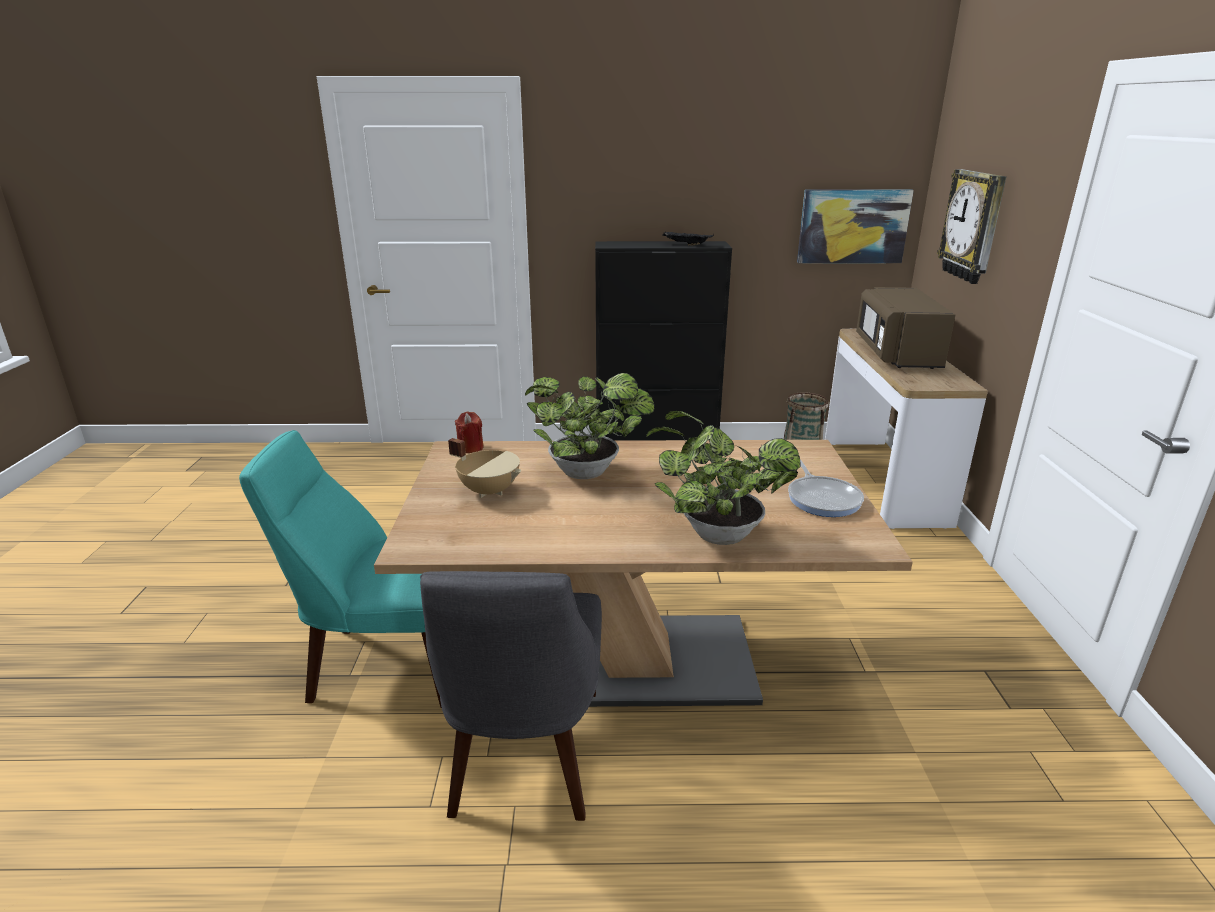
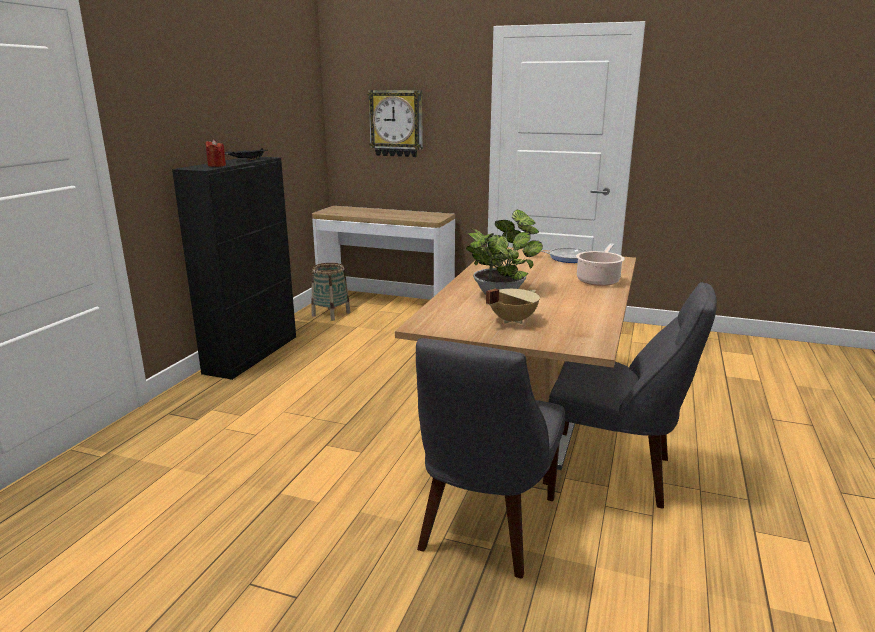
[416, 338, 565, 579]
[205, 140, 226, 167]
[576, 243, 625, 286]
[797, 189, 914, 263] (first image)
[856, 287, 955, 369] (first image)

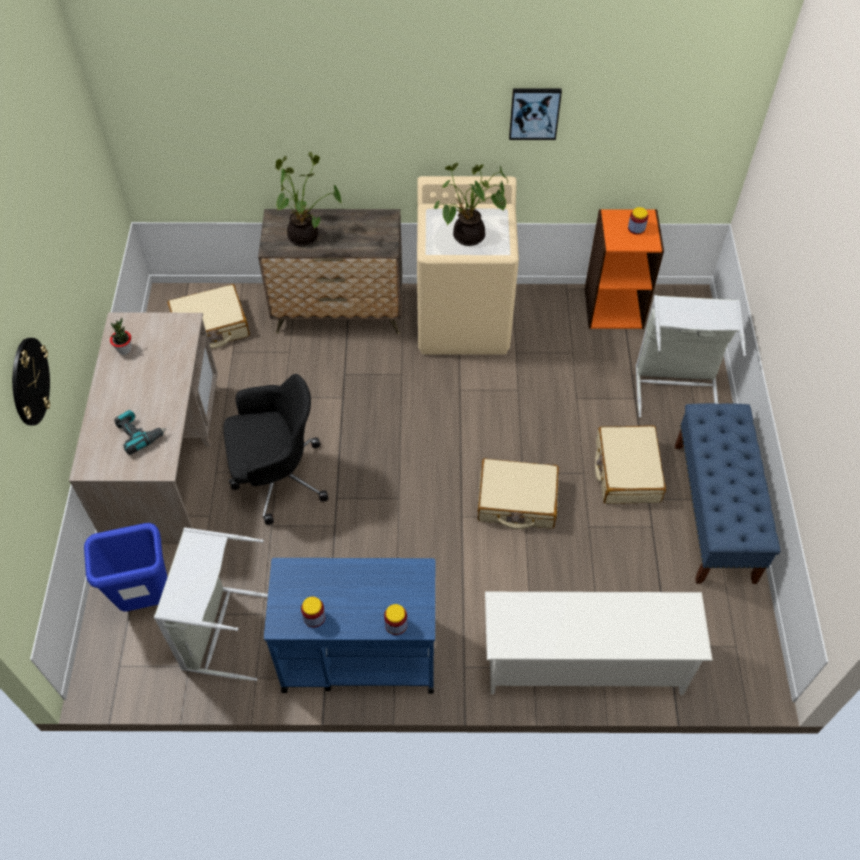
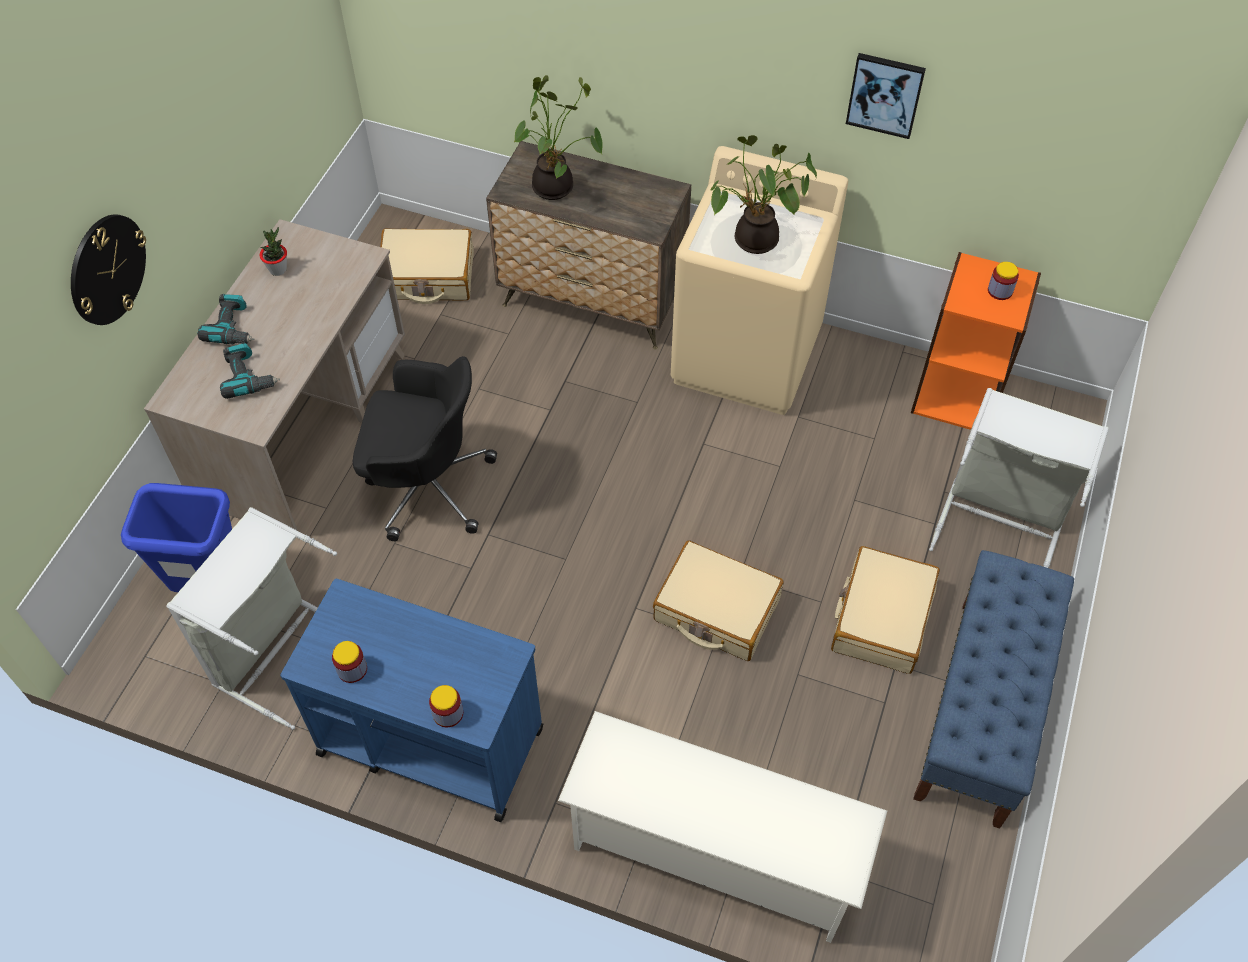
[197, 294, 254, 344]

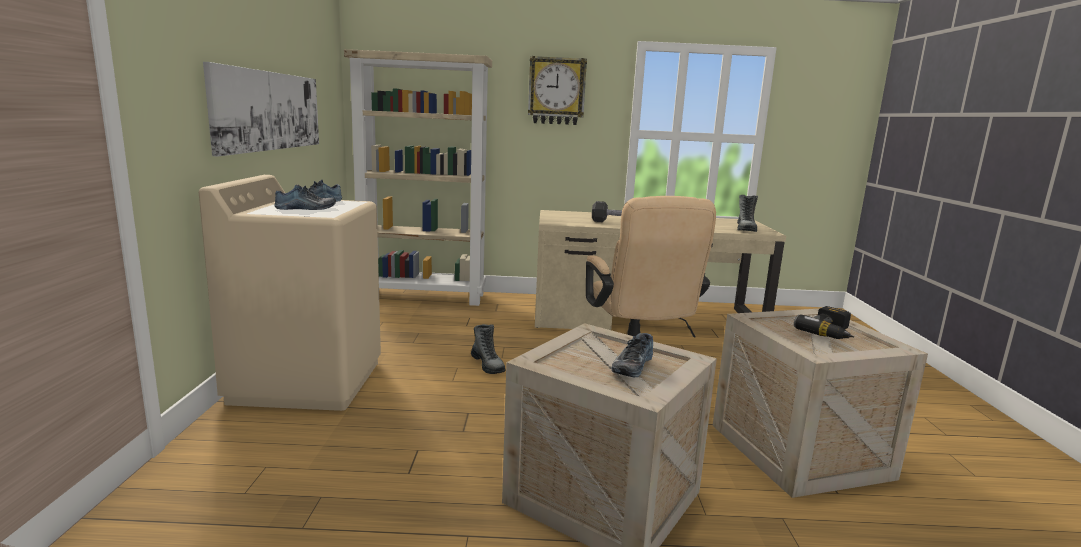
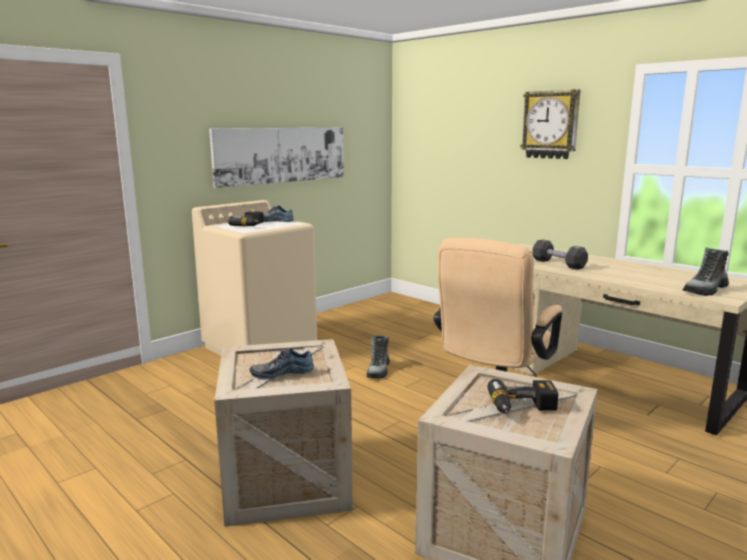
[228, 211, 264, 227]
[344, 49, 492, 306] (first image)

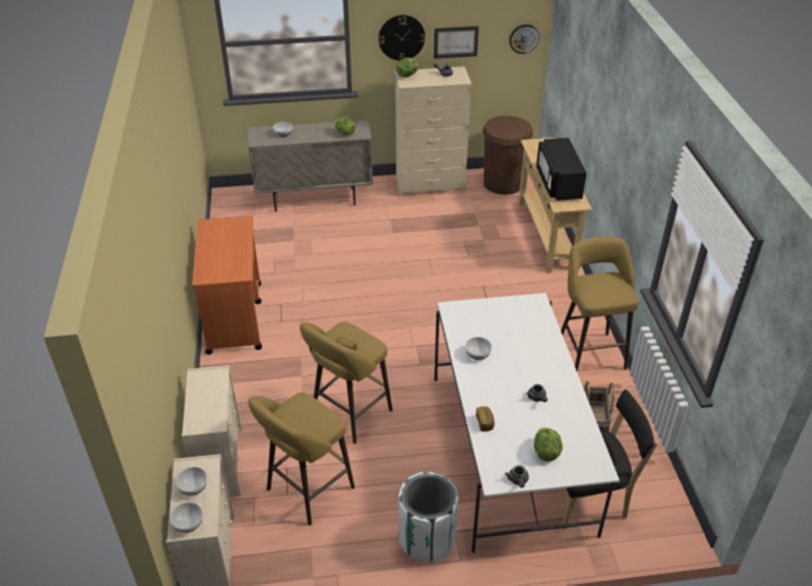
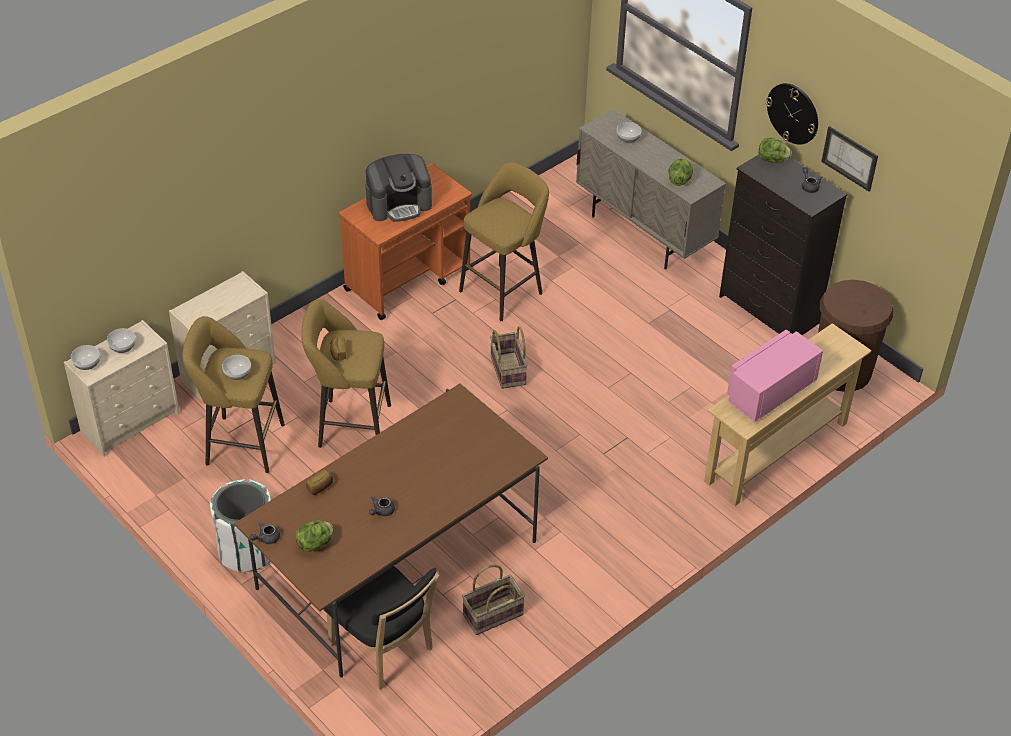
[719, 154, 848, 335]
[234, 384, 548, 678]
[222, 355, 251, 380]
[509, 24, 539, 54] (first image)
[727, 330, 823, 423]
[459, 162, 549, 321]
[365, 154, 432, 222]
[490, 326, 528, 389]

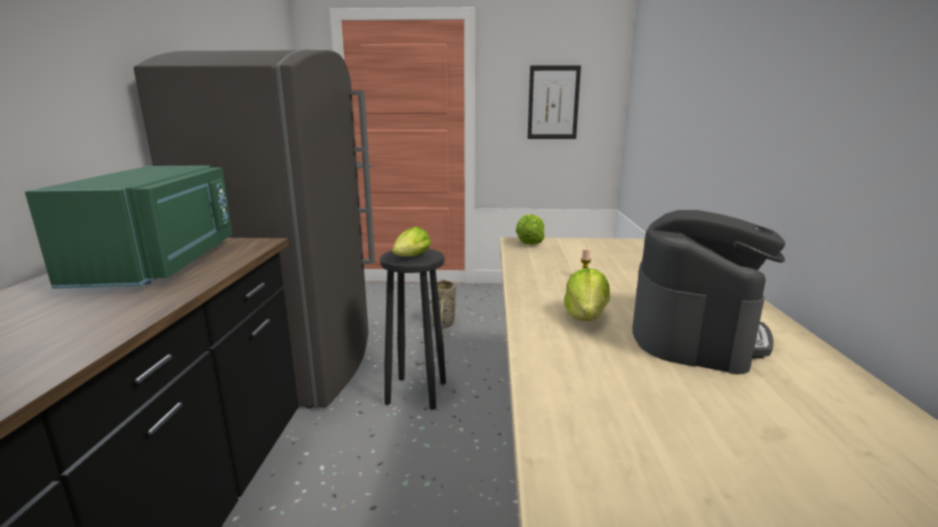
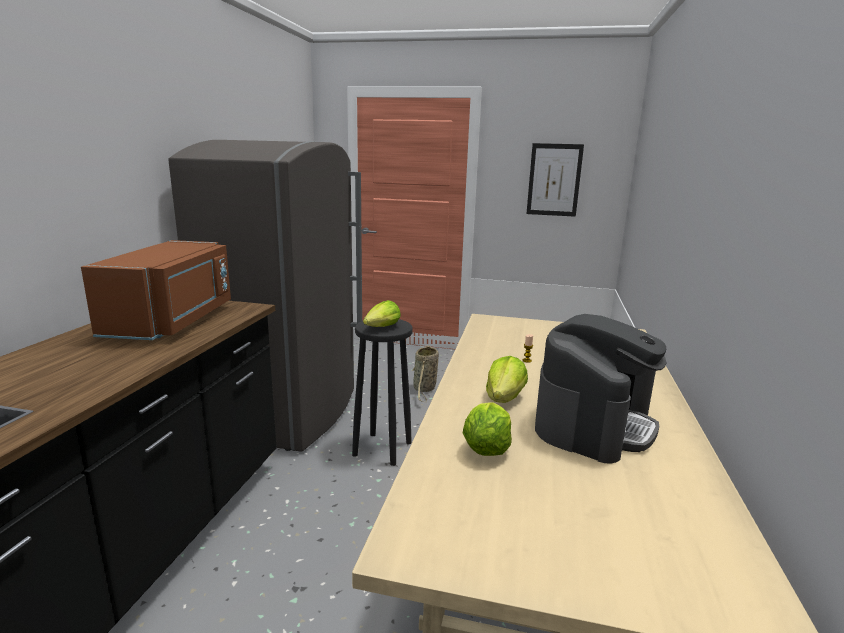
[81, 240, 231, 340]
[463, 402, 512, 456]

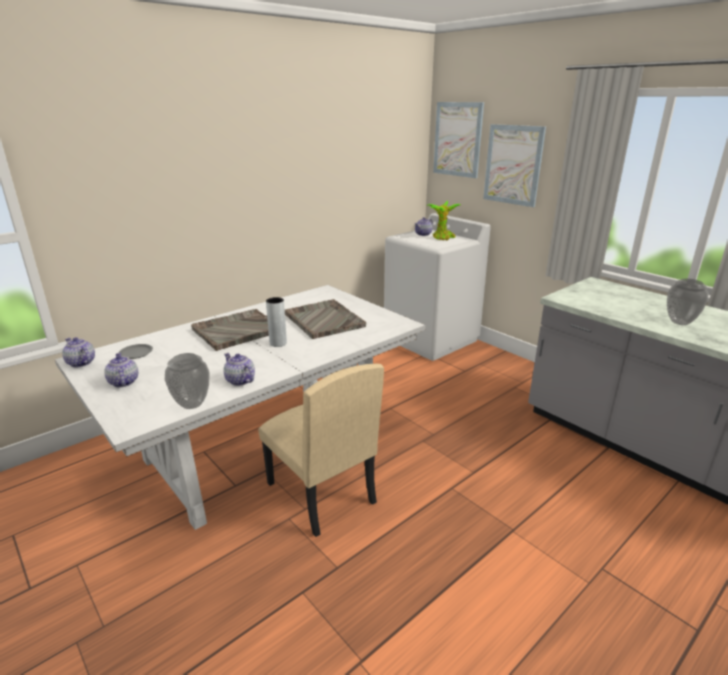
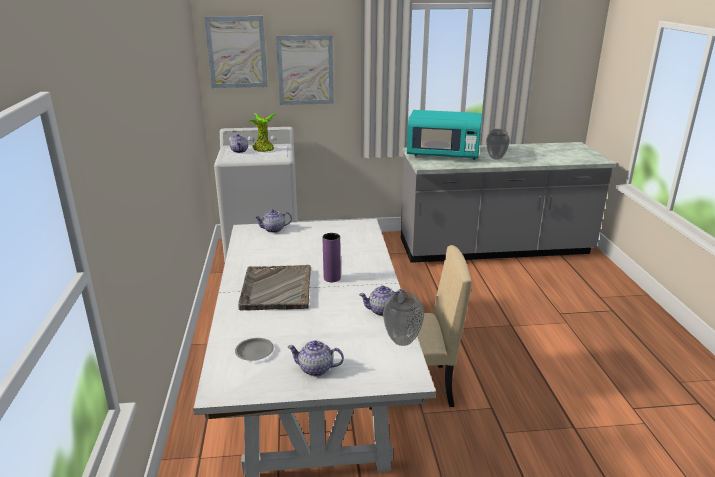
[254, 209, 292, 233]
[322, 233, 341, 282]
[285, 299, 366, 339] (first image)
[407, 110, 482, 160]

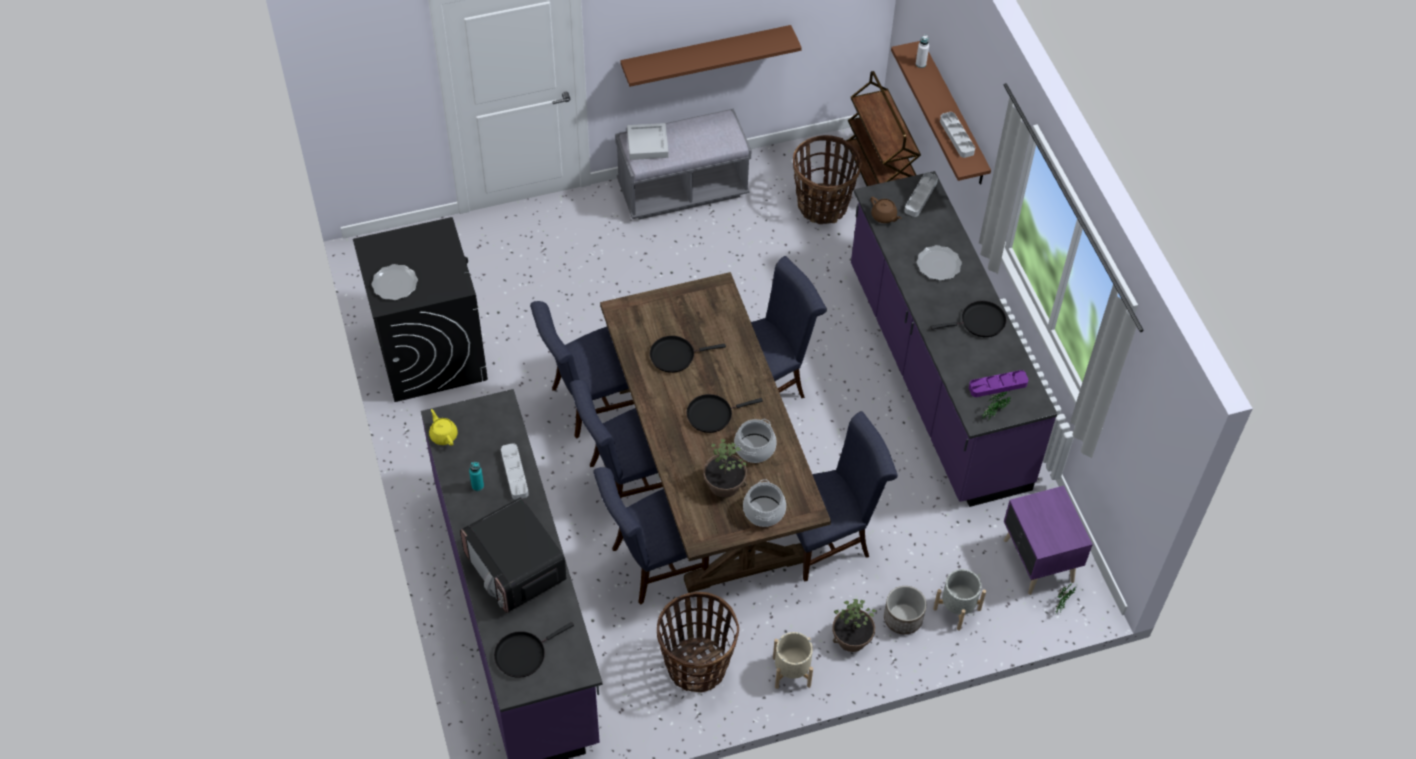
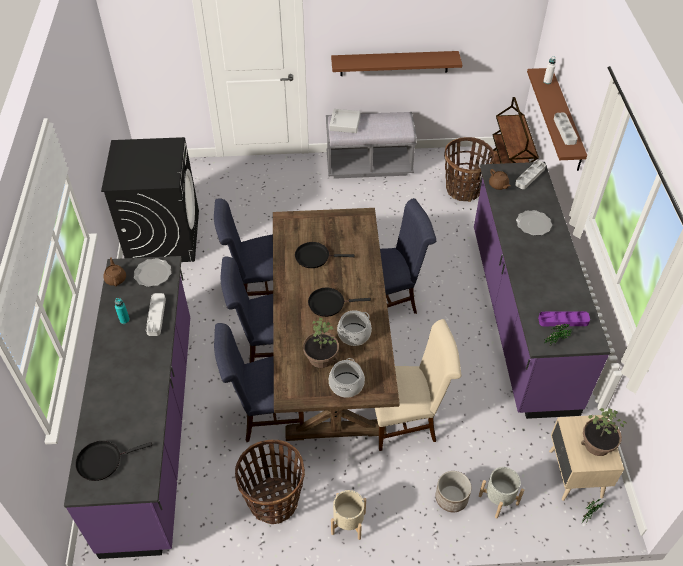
[134, 258, 171, 287]
[104, 257, 126, 287]
[460, 497, 567, 613] (first image)
[375, 319, 461, 451]
[581, 408, 626, 456]
[931, 301, 1006, 337] (first image)
[549, 415, 624, 501]

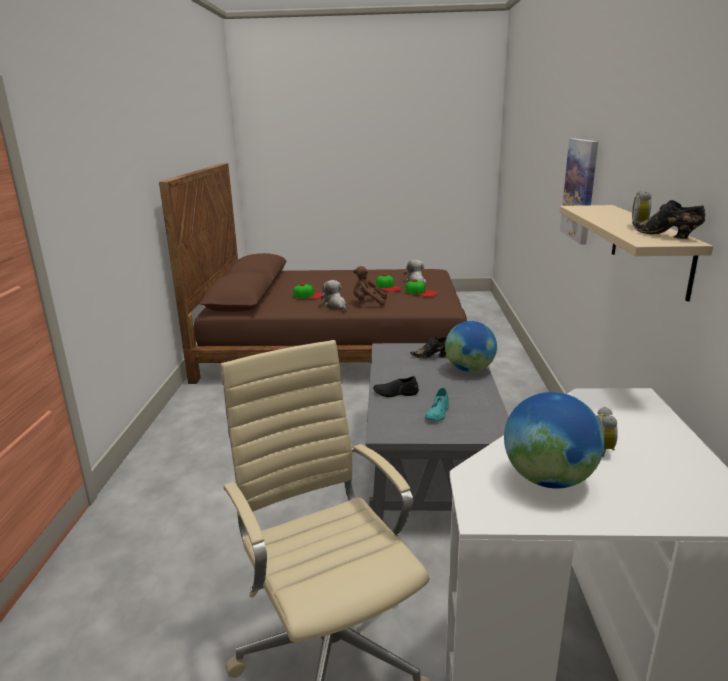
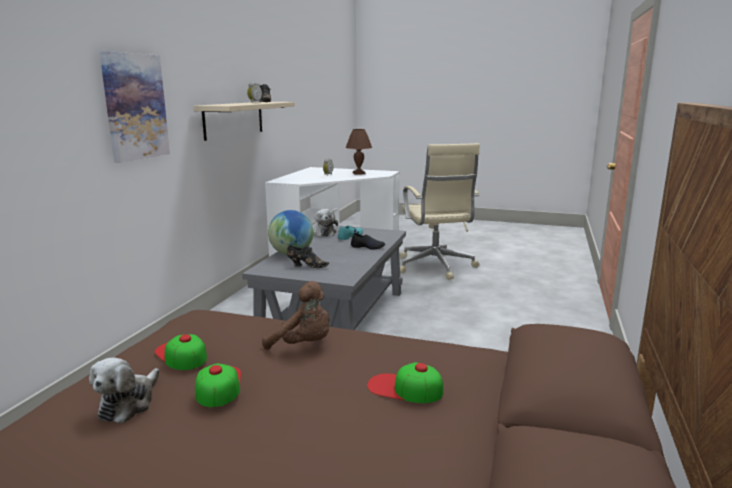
[313, 209, 338, 237]
[346, 129, 372, 175]

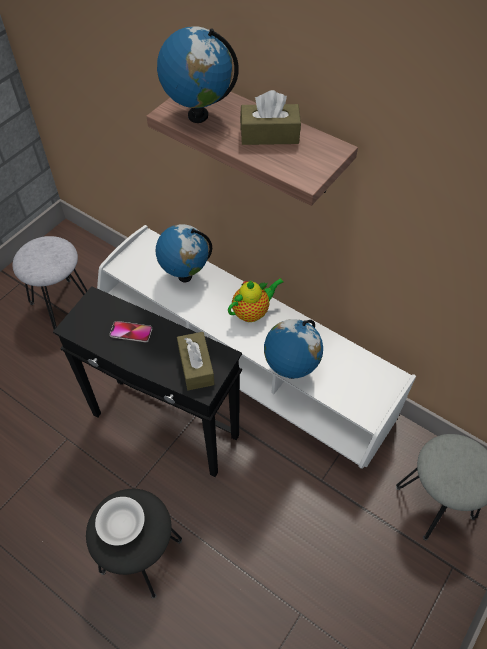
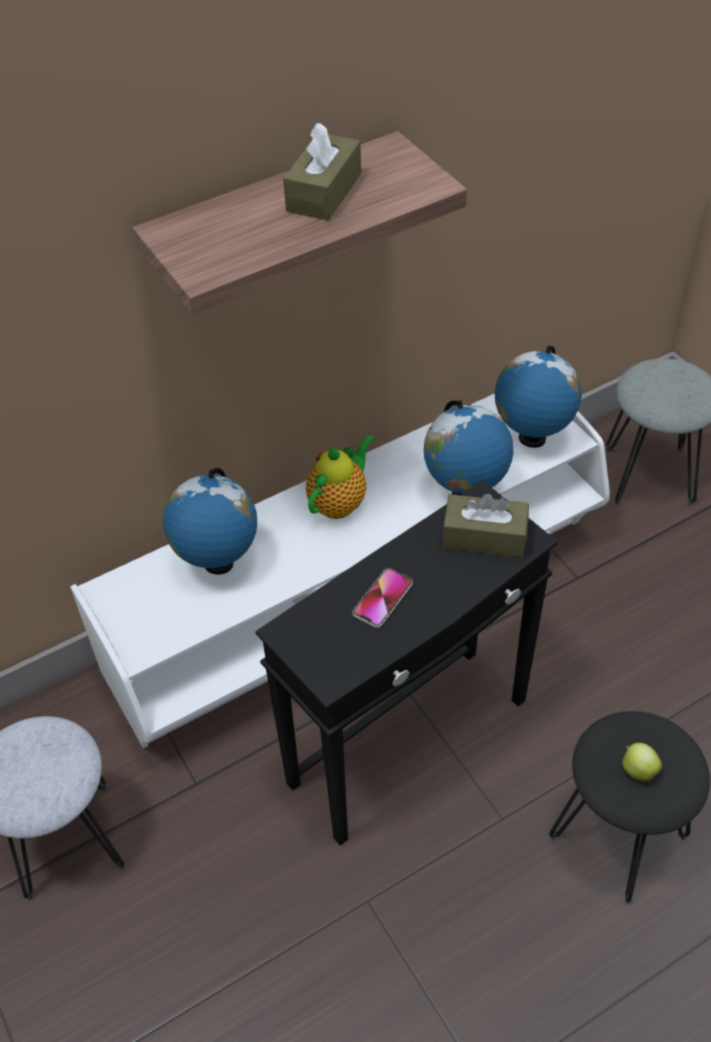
[622, 743, 662, 782]
[495, 346, 582, 448]
[306, 434, 375, 519]

